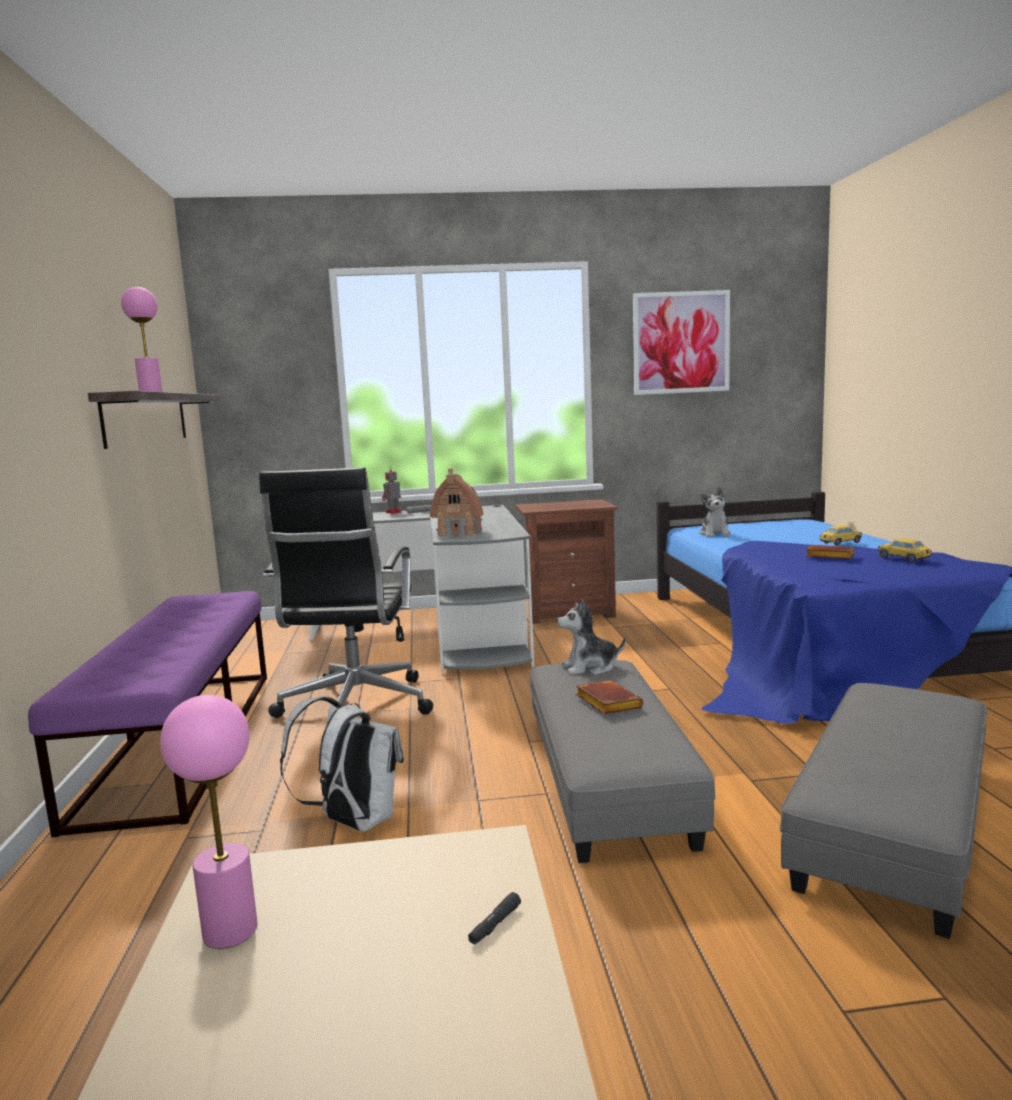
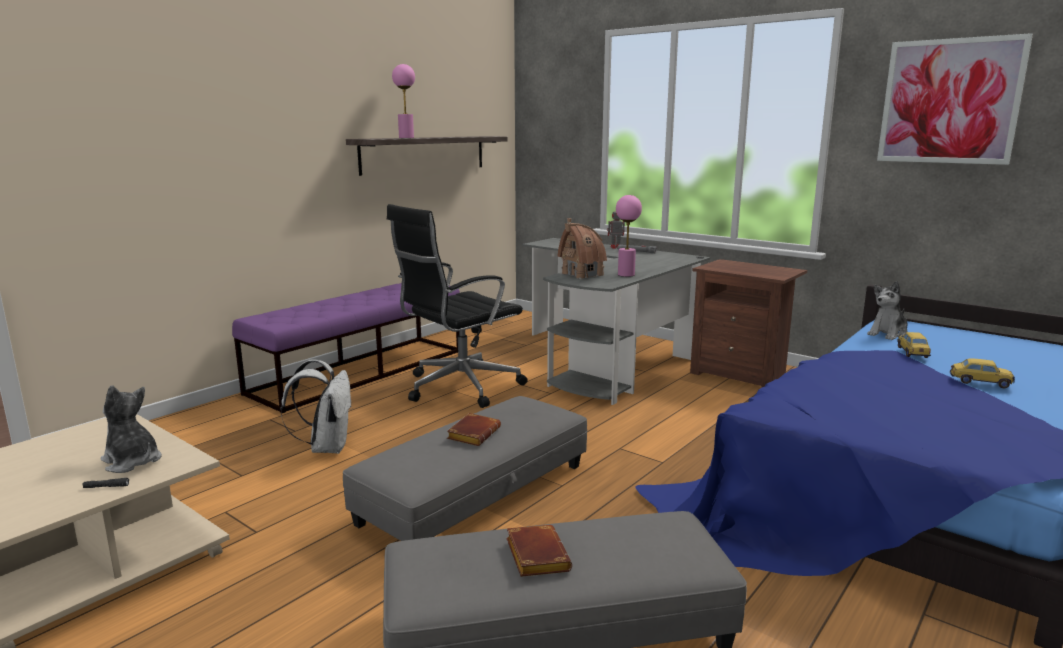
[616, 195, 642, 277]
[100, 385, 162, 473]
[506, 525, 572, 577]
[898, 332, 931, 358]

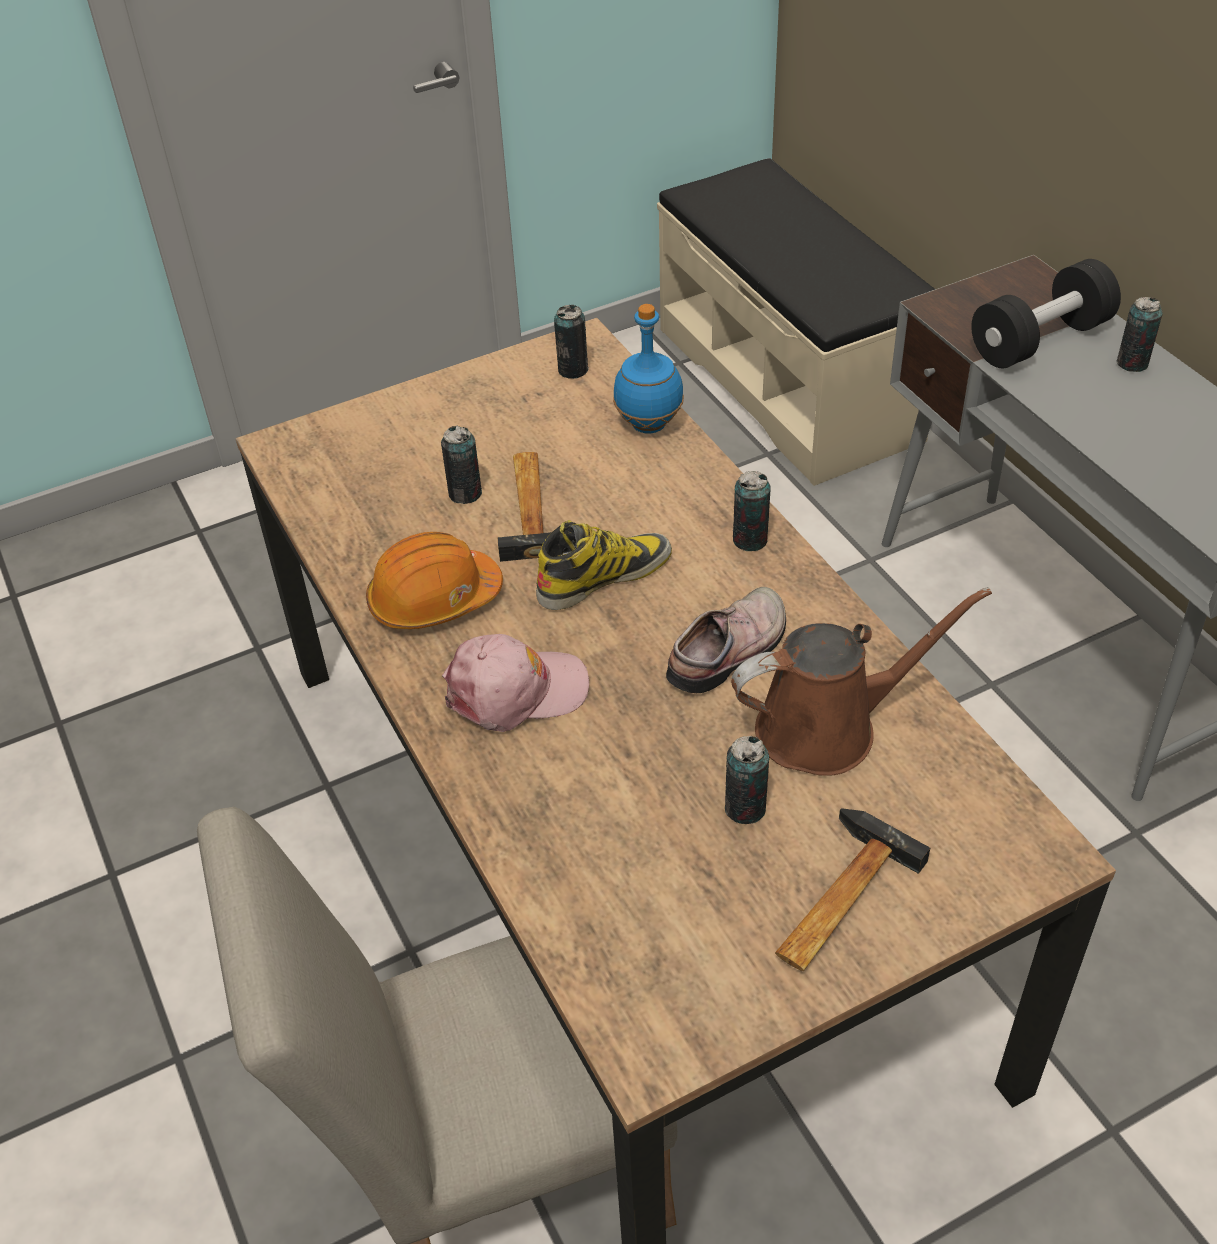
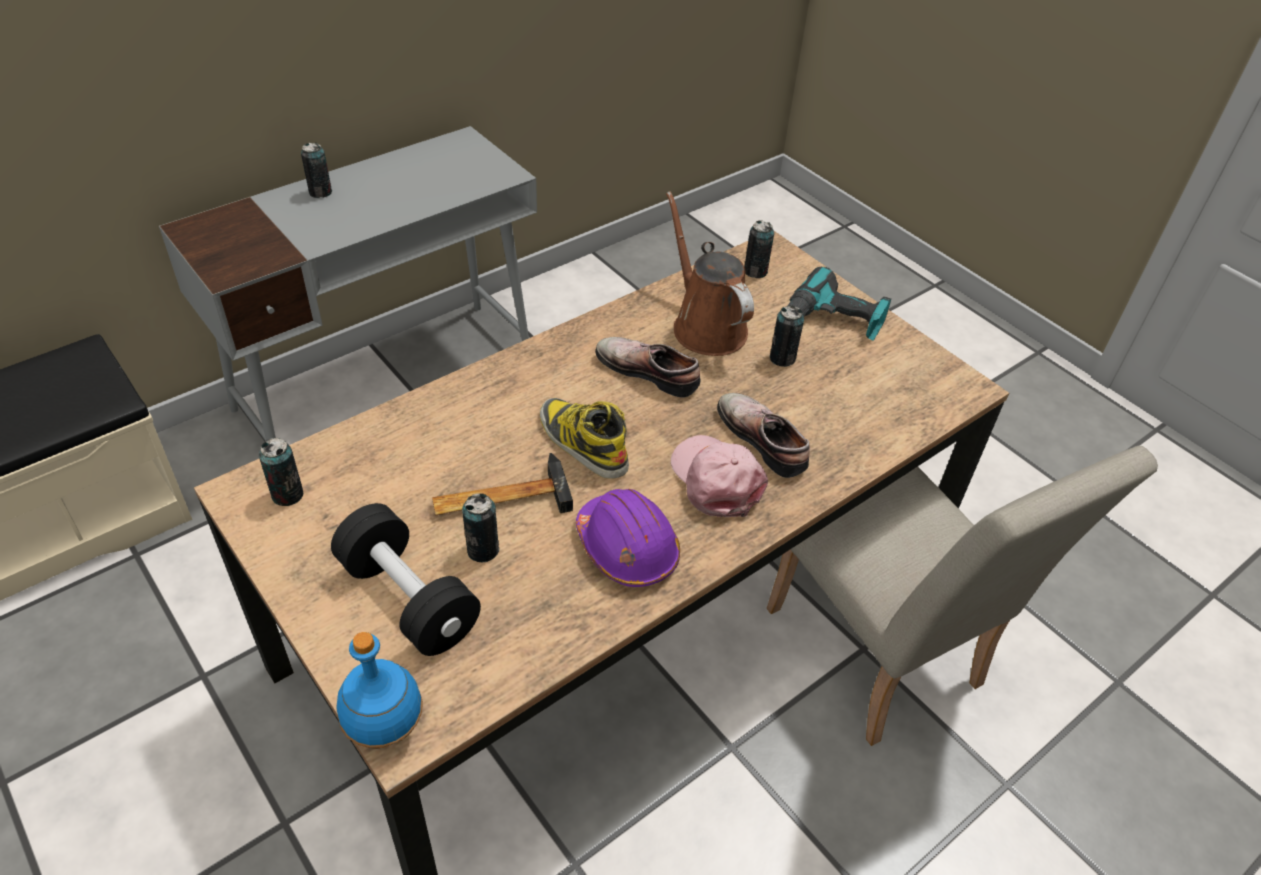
[576, 489, 680, 587]
[336, 632, 423, 749]
[744, 220, 774, 278]
[787, 267, 891, 341]
[331, 503, 481, 656]
[717, 393, 810, 478]

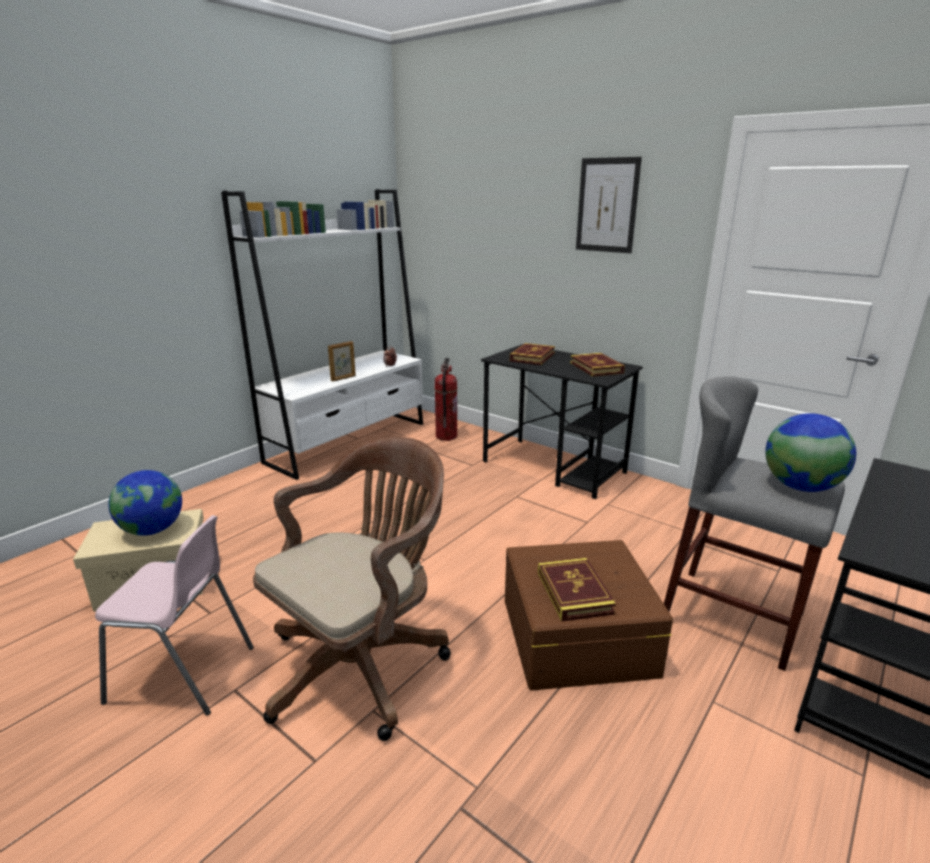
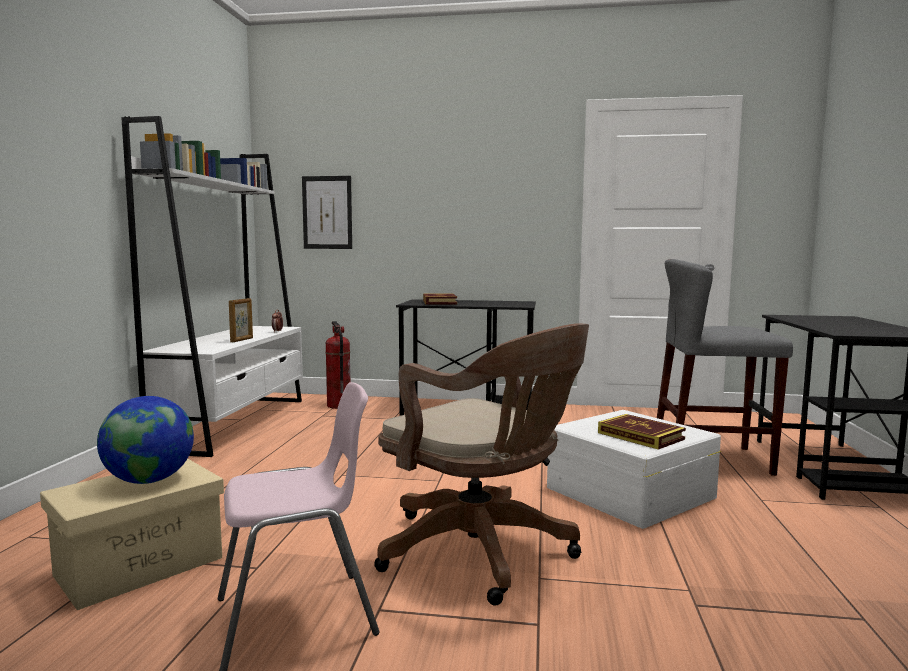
[374, 323, 589, 605]
[547, 410, 721, 529]
[570, 353, 625, 377] (first image)
[302, 176, 352, 249]
[765, 413, 856, 492] (first image)

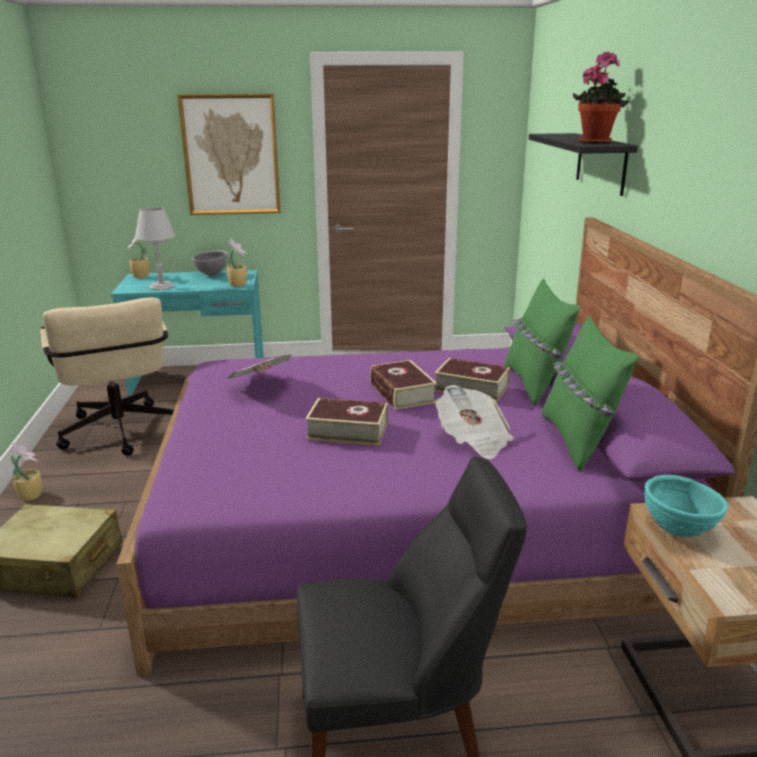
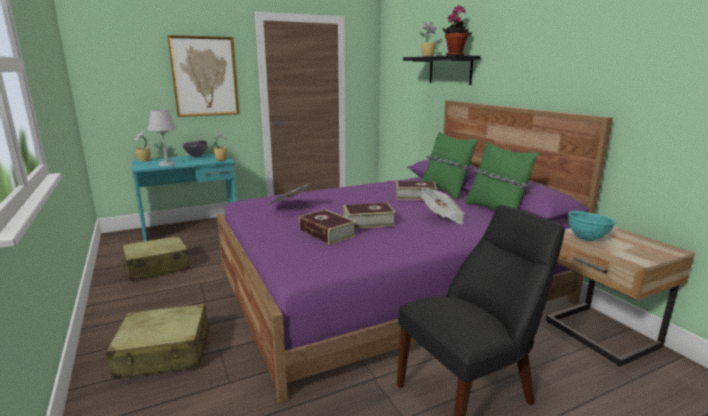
[420, 22, 437, 57]
[120, 236, 190, 281]
[299, 209, 356, 245]

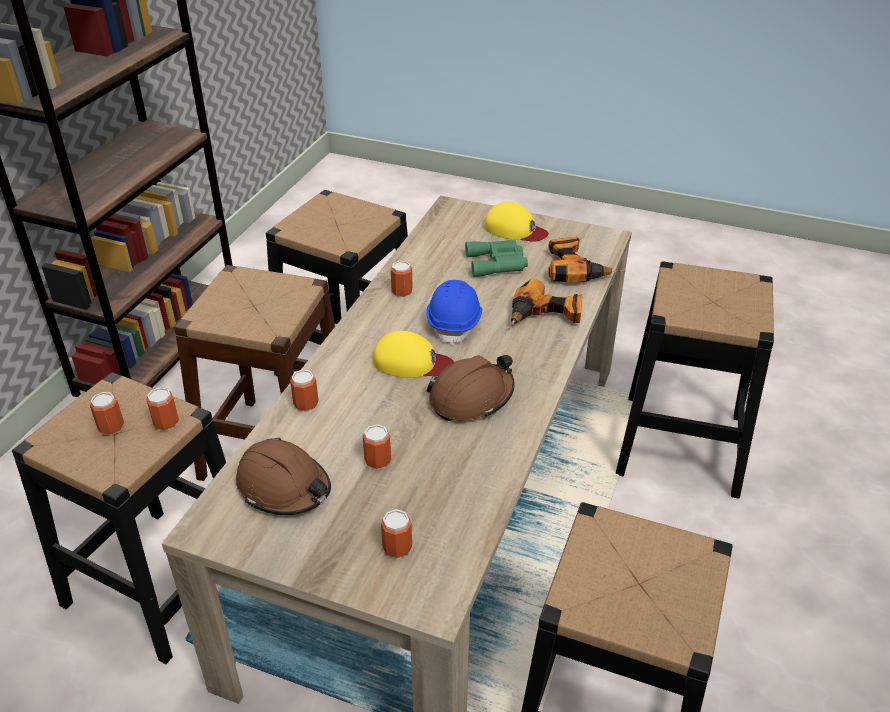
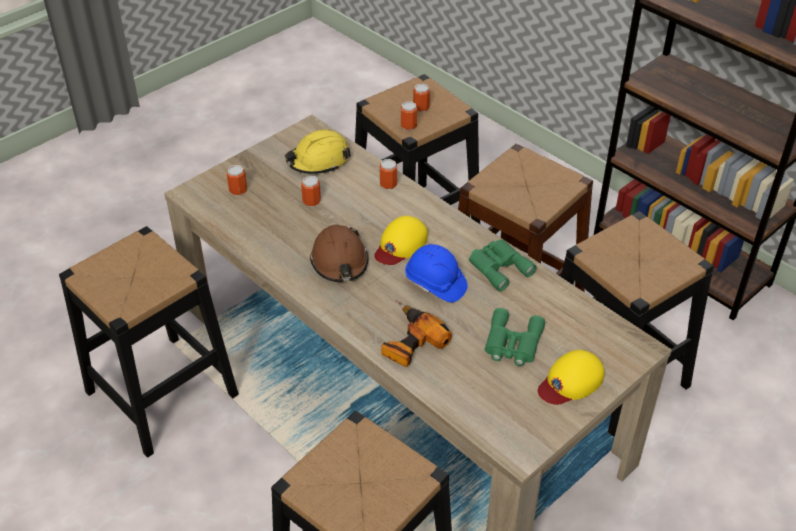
[285, 129, 351, 174]
[469, 239, 537, 291]
[548, 237, 625, 282] (first image)

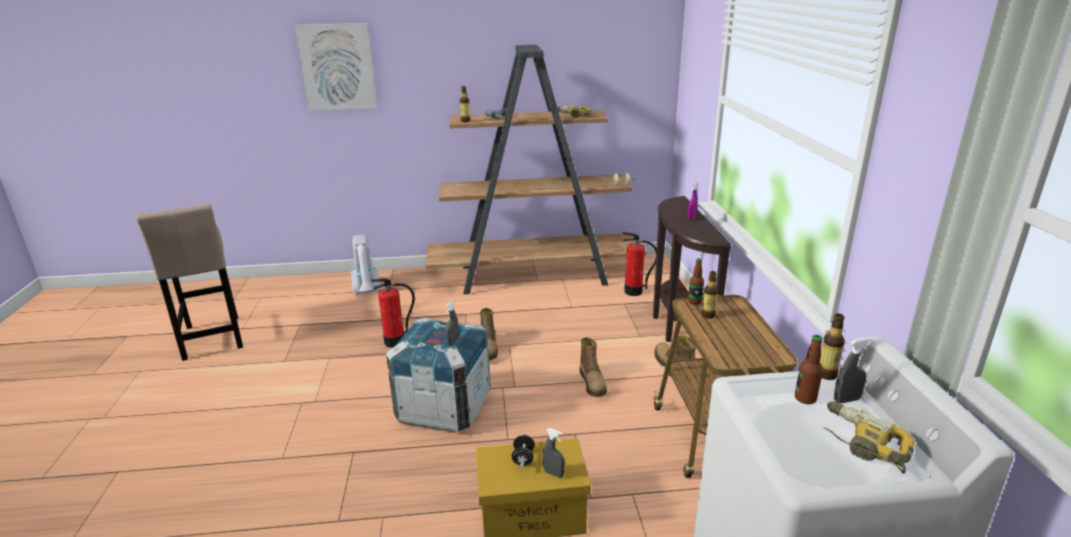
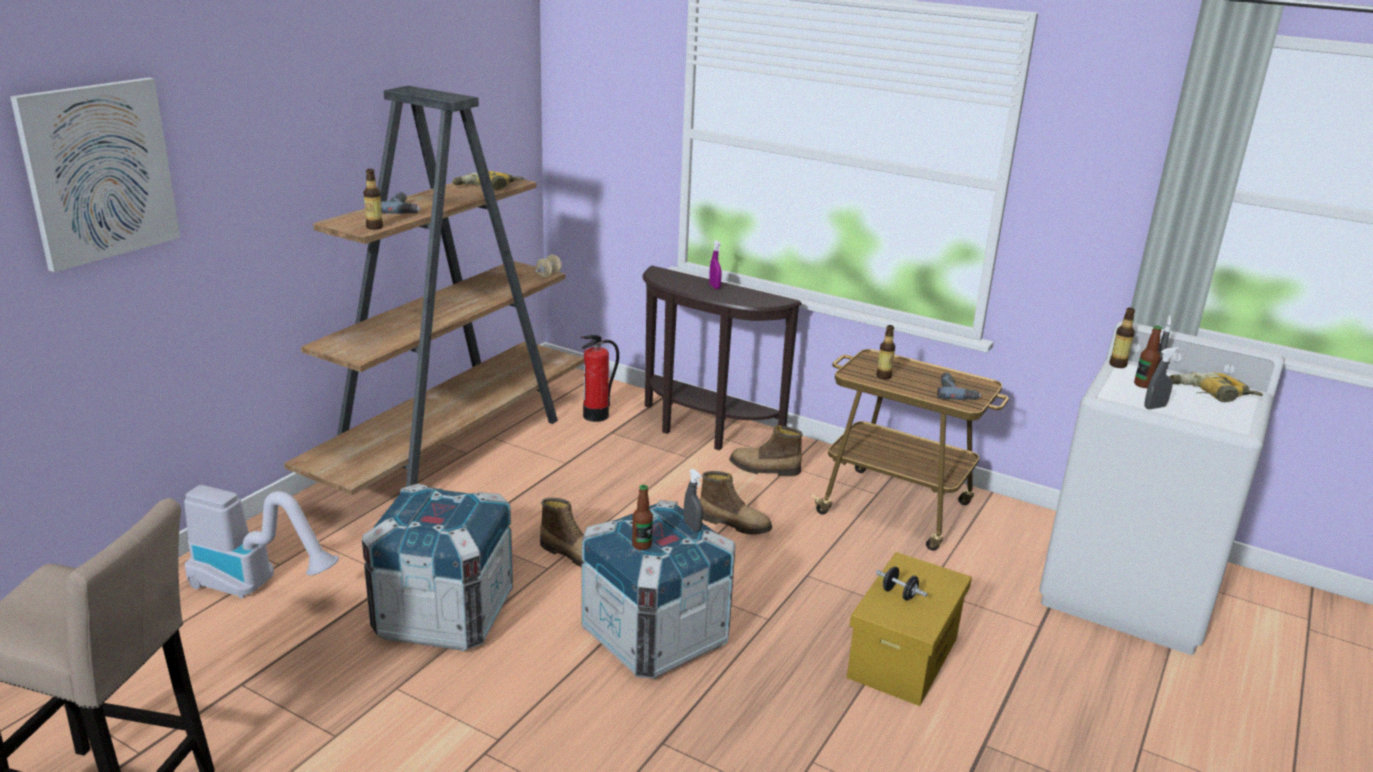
[362, 484, 513, 651]
[1144, 347, 1179, 409]
[632, 485, 653, 550]
[937, 373, 981, 400]

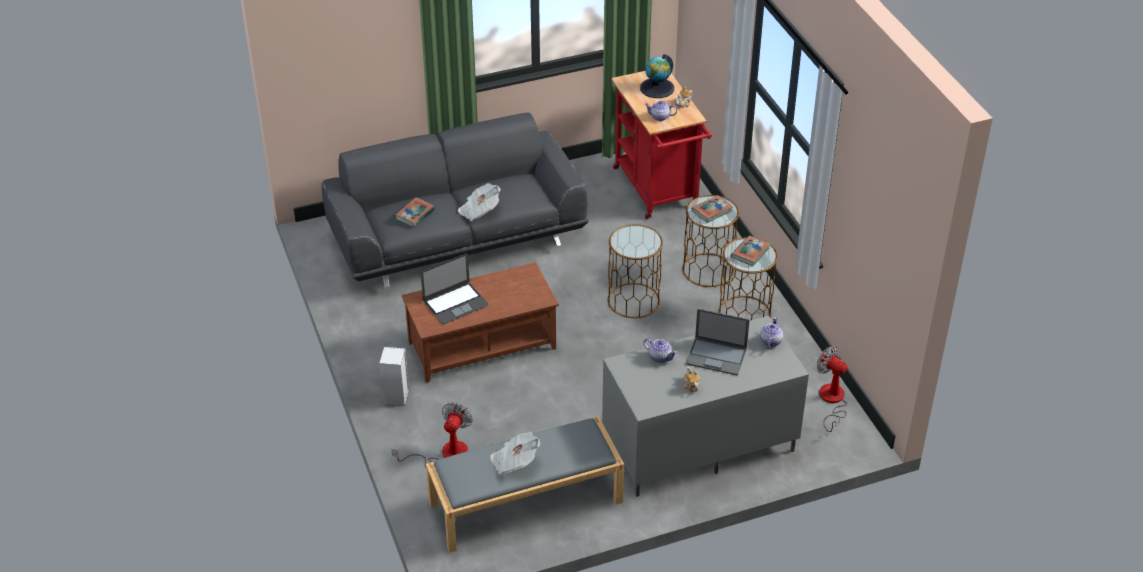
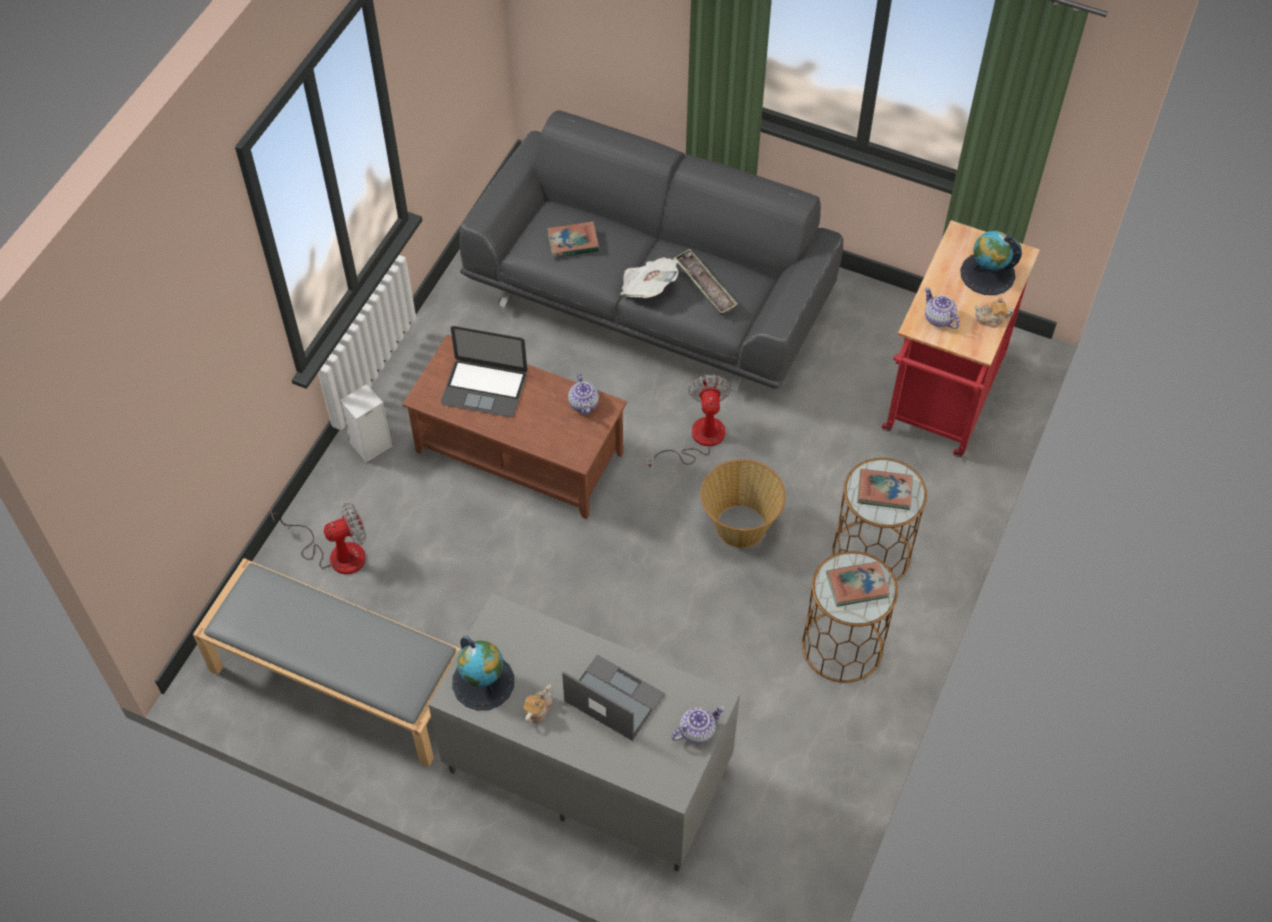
[490, 432, 540, 474] (first image)
[701, 459, 786, 548]
[568, 373, 599, 415]
[562, 654, 665, 741]
[645, 375, 731, 467]
[452, 636, 514, 710]
[673, 249, 738, 315]

